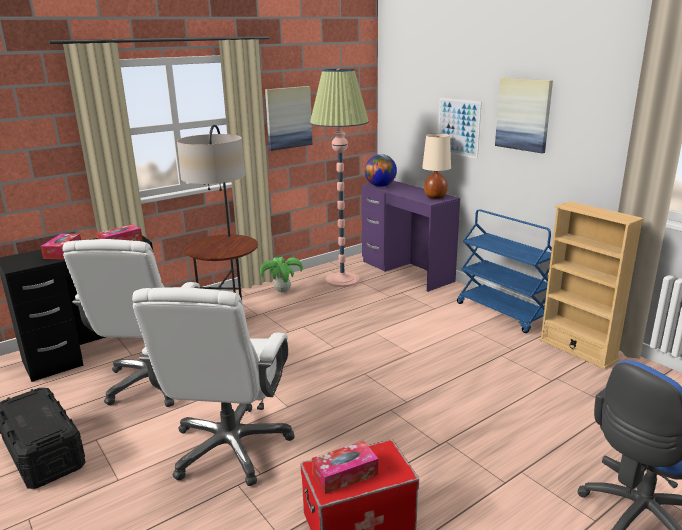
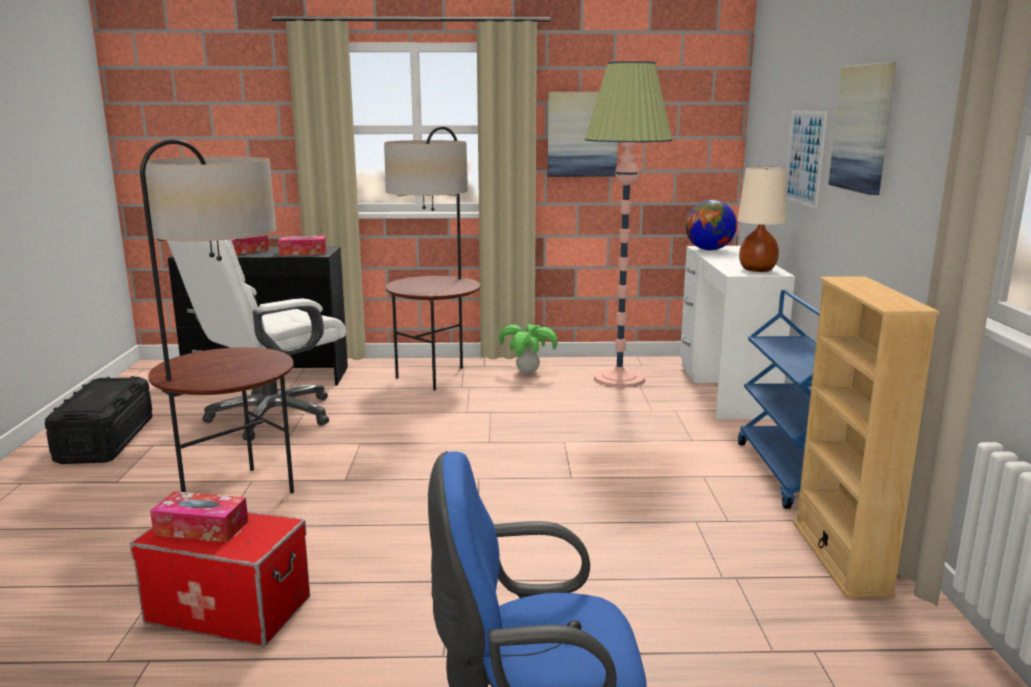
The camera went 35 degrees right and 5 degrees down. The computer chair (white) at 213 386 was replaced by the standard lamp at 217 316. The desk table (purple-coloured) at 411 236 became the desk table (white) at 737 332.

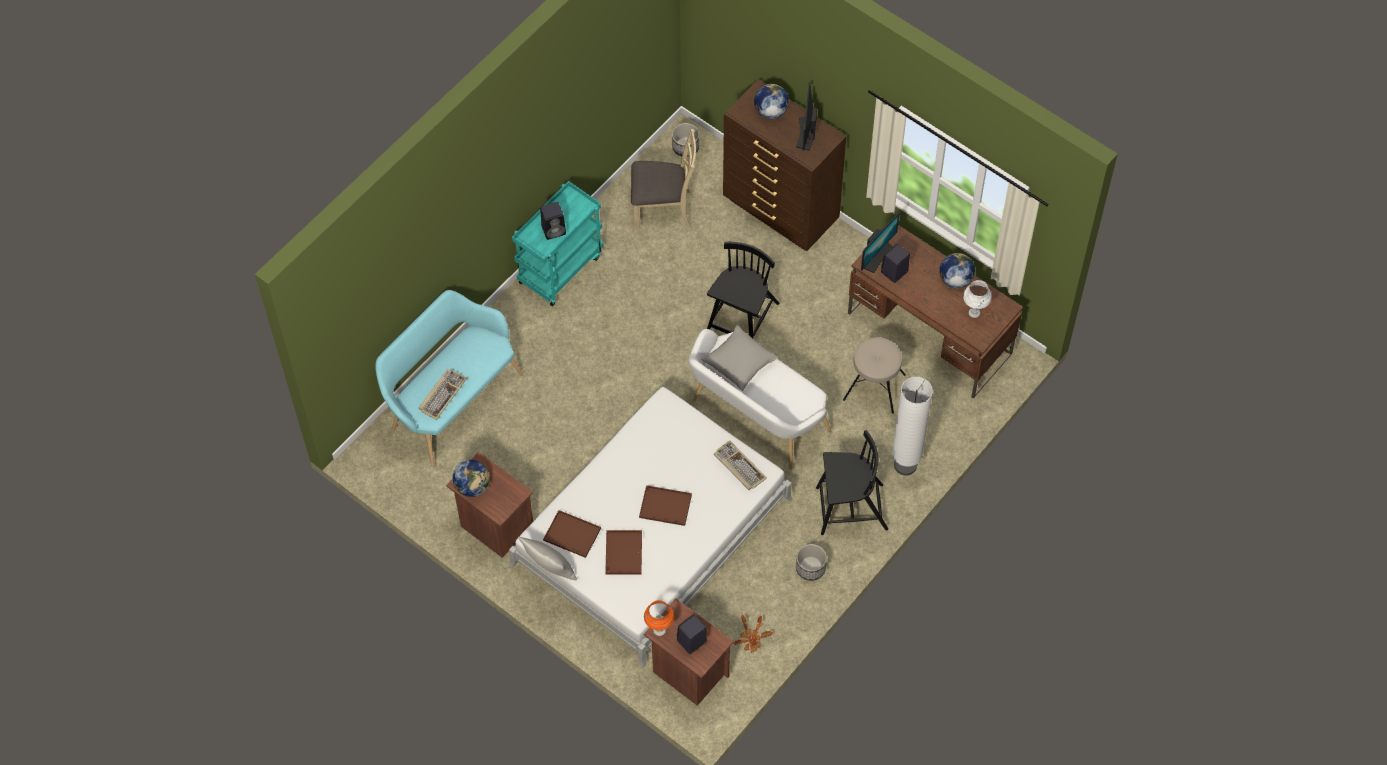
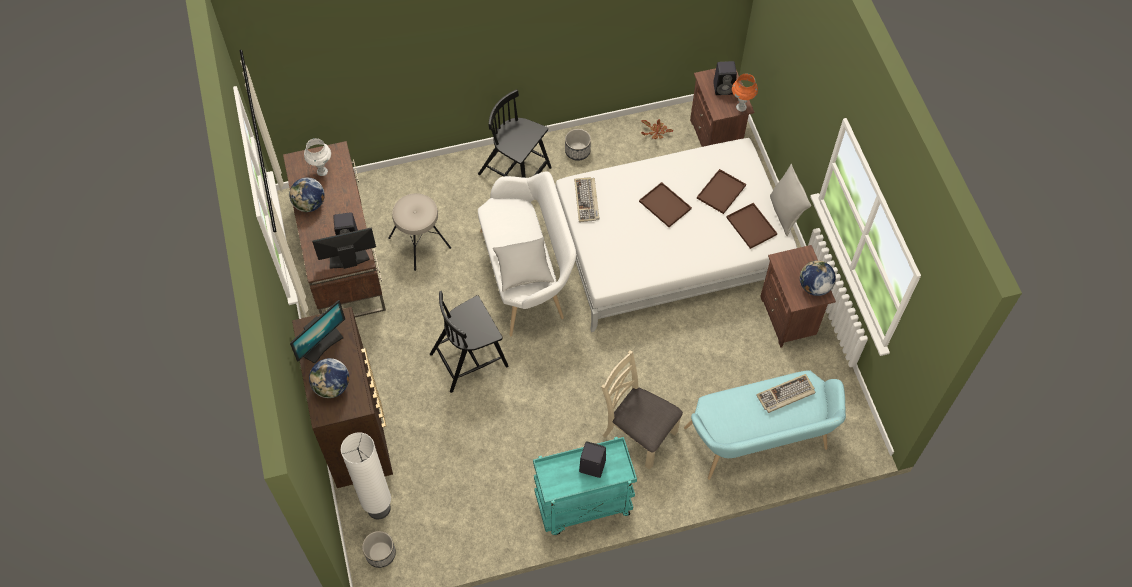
The camera went 145 degrees left and 0 degrees up. The standard lamp (white) moved from 912 426 to 366 475. The chair (beige-coloured) moved from 663 179 to 642 410.

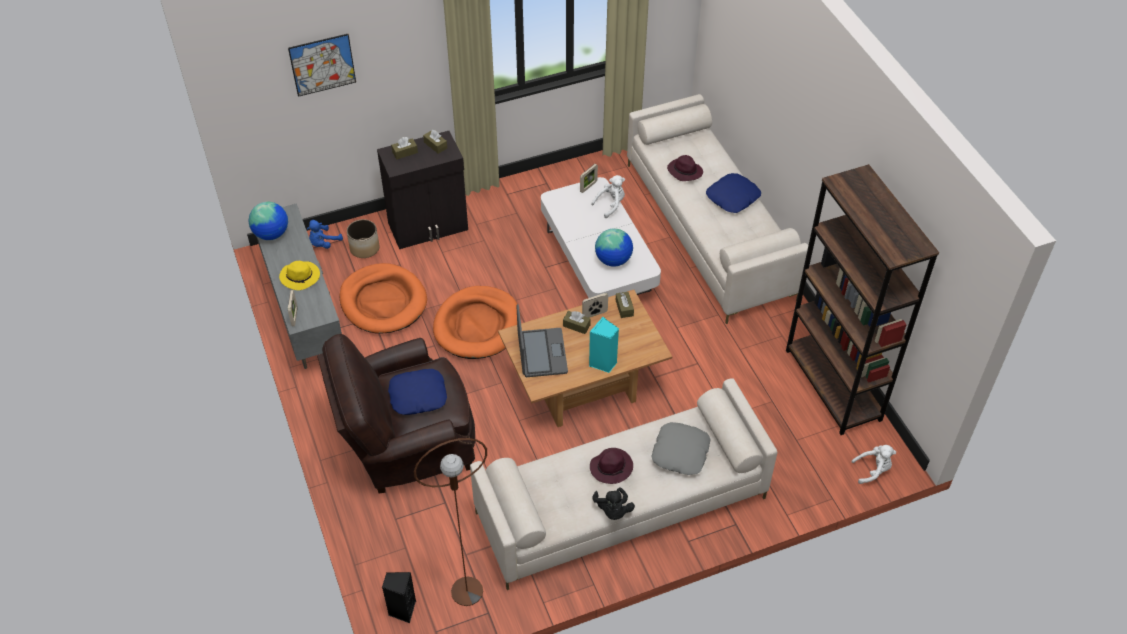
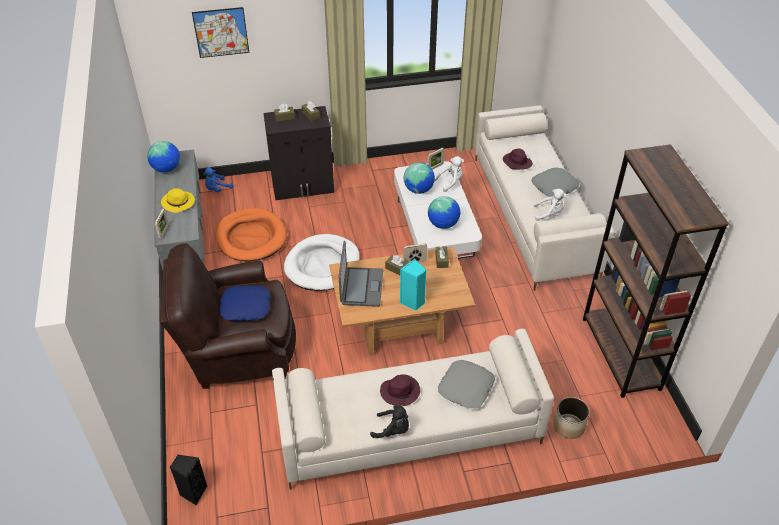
The camera went 10 degrees right and 5 degrees down. The dog bed (orange-coloured) at 477 322 became the dog bed (white) at 322 262. The plush toy (black-coloured) at 613 503 turned 75 degrees counterclockwise. The desk globe at 419 178 appeared. The throw pillow (bluish) at 733 193 became the throw pillow (gray) at 555 182. The plush toy (white) moved from 873 464 to 550 205. The plant pot moved from 363 238 to 571 418. The standard lamp (brownish) at 450 522 disappeared.

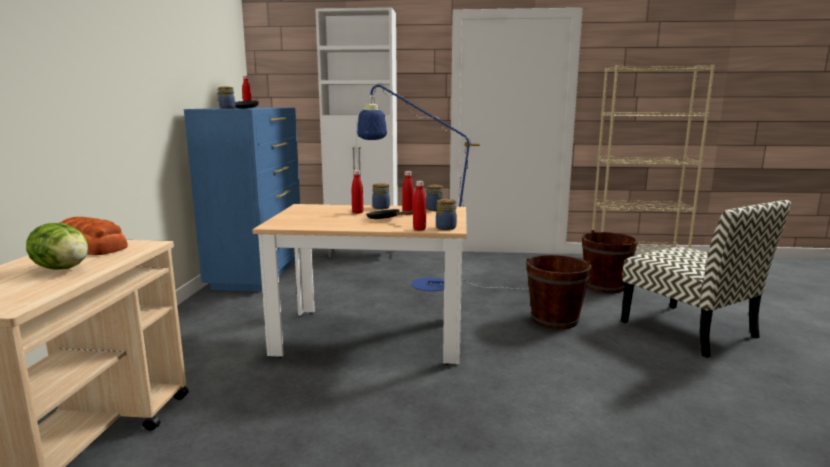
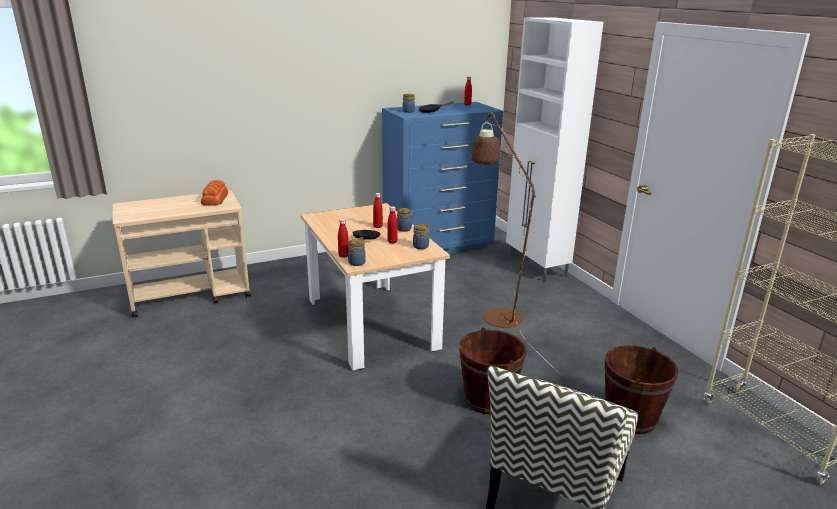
The camera went 60 degrees right and 10 degrees up. The standard lamp (bluish) at 440 187 became the standard lamp (brownish) at 518 245. The lettuce at 57 246 disappeared.

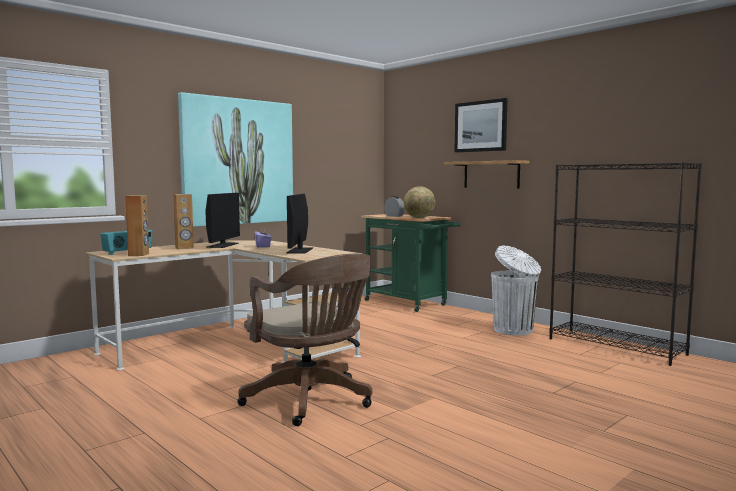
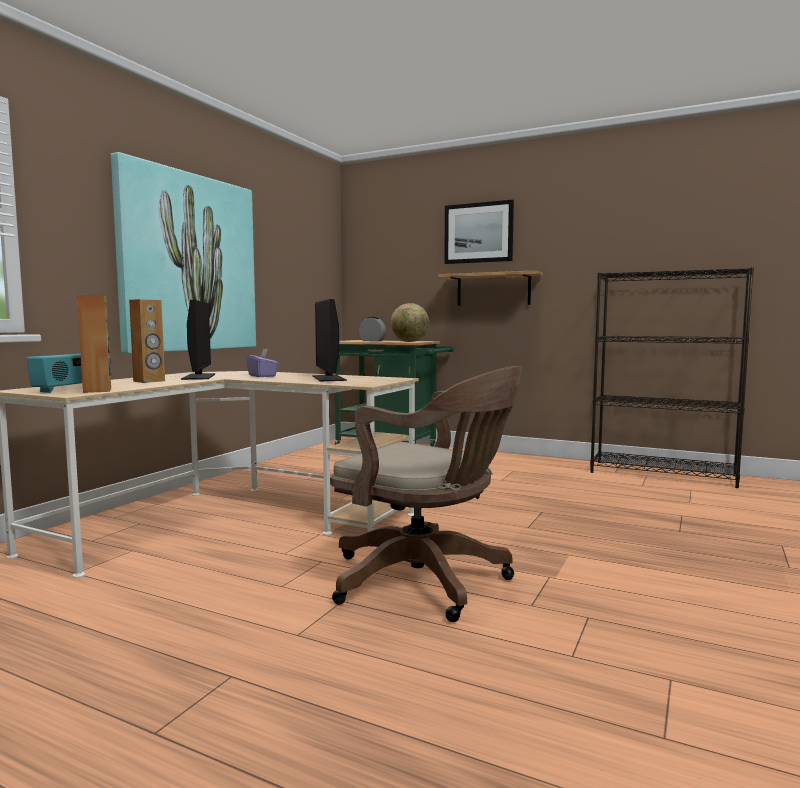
The camera went 20 degrees left and 0 degrees up. The rubbish bin (white) at 516 290 disappeared.

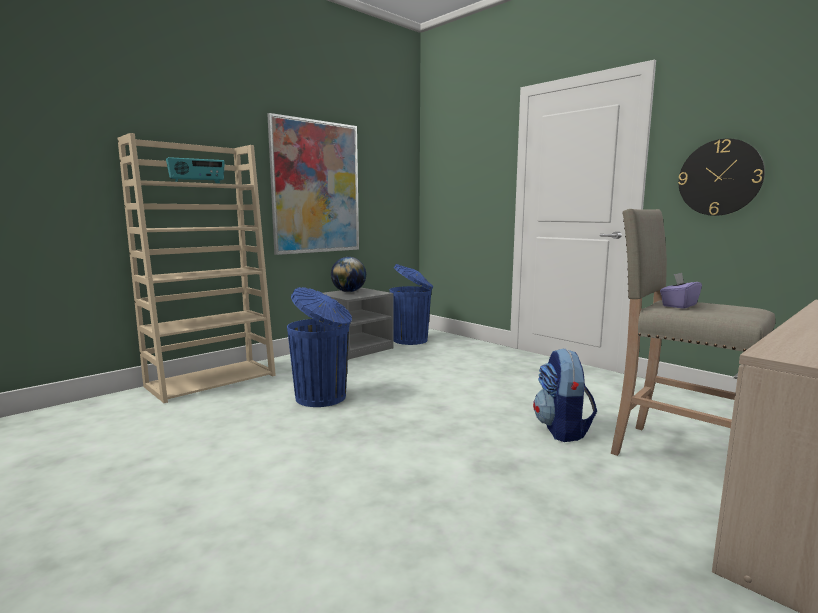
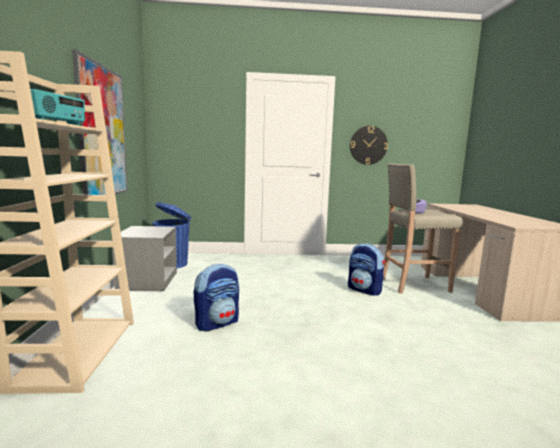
The camera went 50 degrees left and 0 degrees up. The rubbish bin (bluish) at 319 347 was replaced by the knapsack at 216 297. The desk globe at 348 274 disappeared.

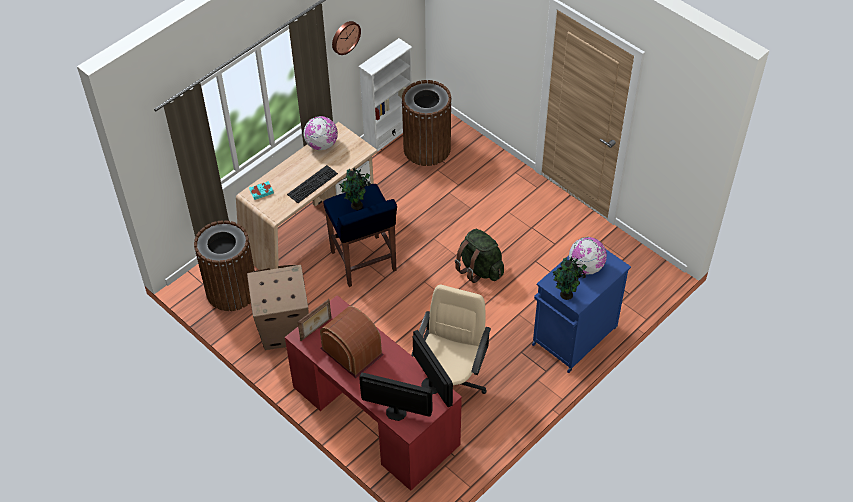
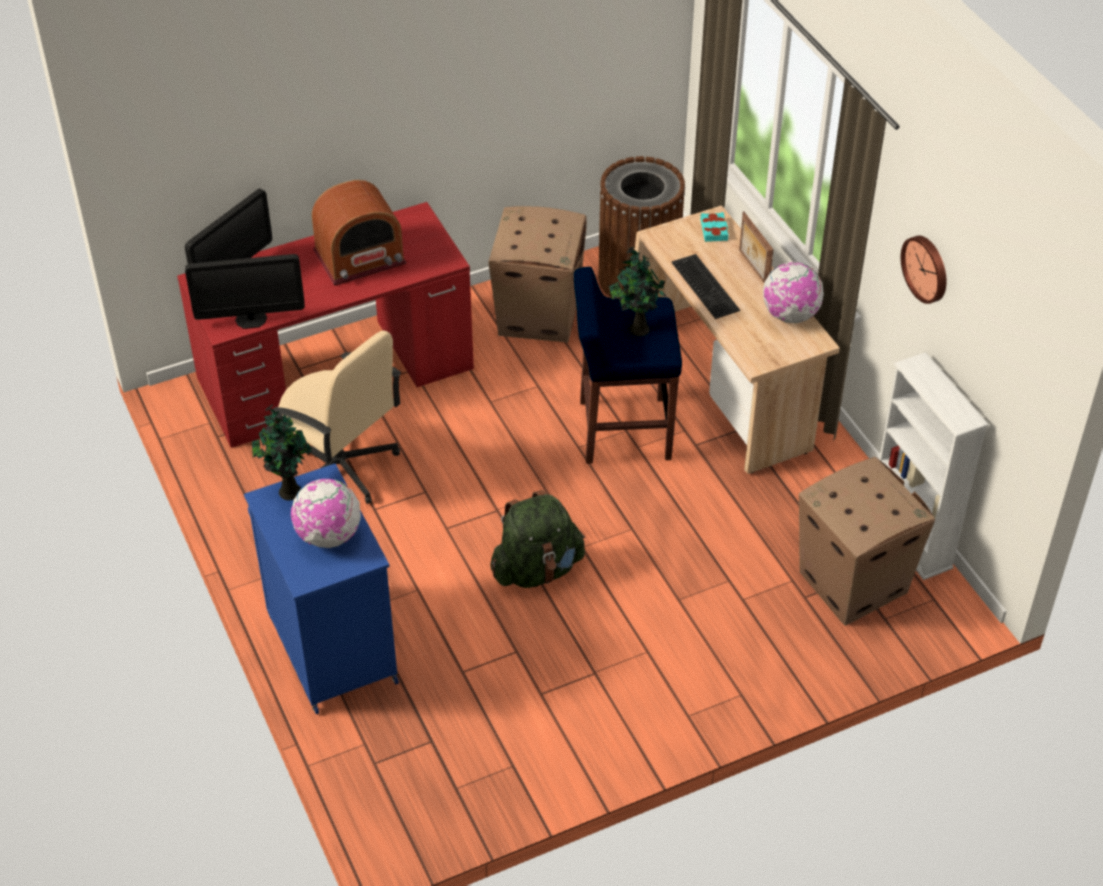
The camera went 110 degrees right and 5 degrees down. The standing frame moved from 315 320 to 756 246. The rubbish bin (brownish) at 426 123 was replaced by the carton at 867 541.

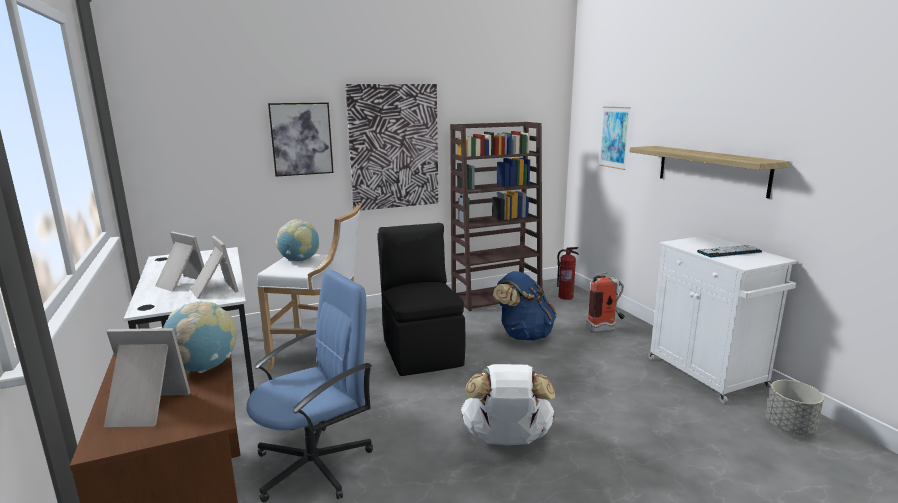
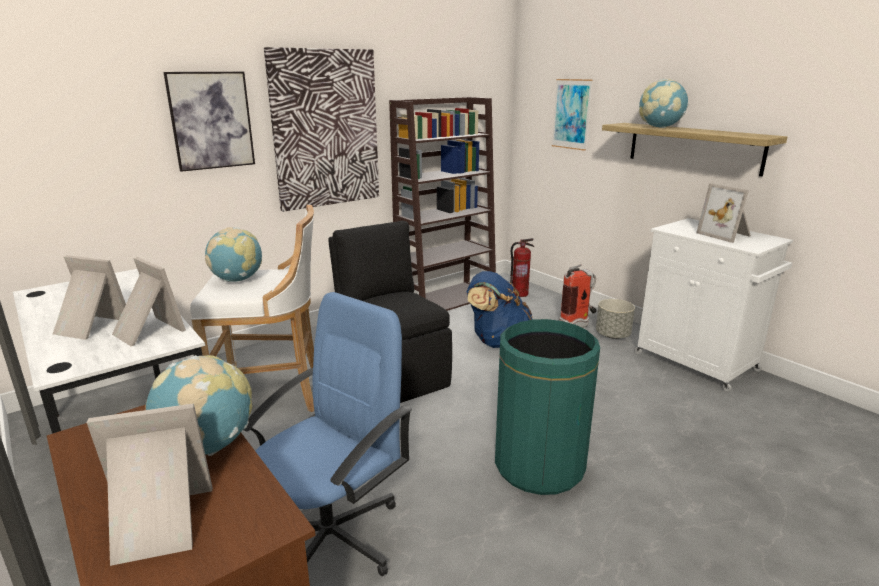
The camera went 15 degrees left and 5 degrees up. The knapsack (white) at 508 404 was replaced by the rubbish bin (greenish) at 547 407. The plant pot (gray) moved from 795 407 to 615 319. The desk globe at 663 103 appeared. The PC keyboard at 729 251 was replaced by the standing frame at 723 213.

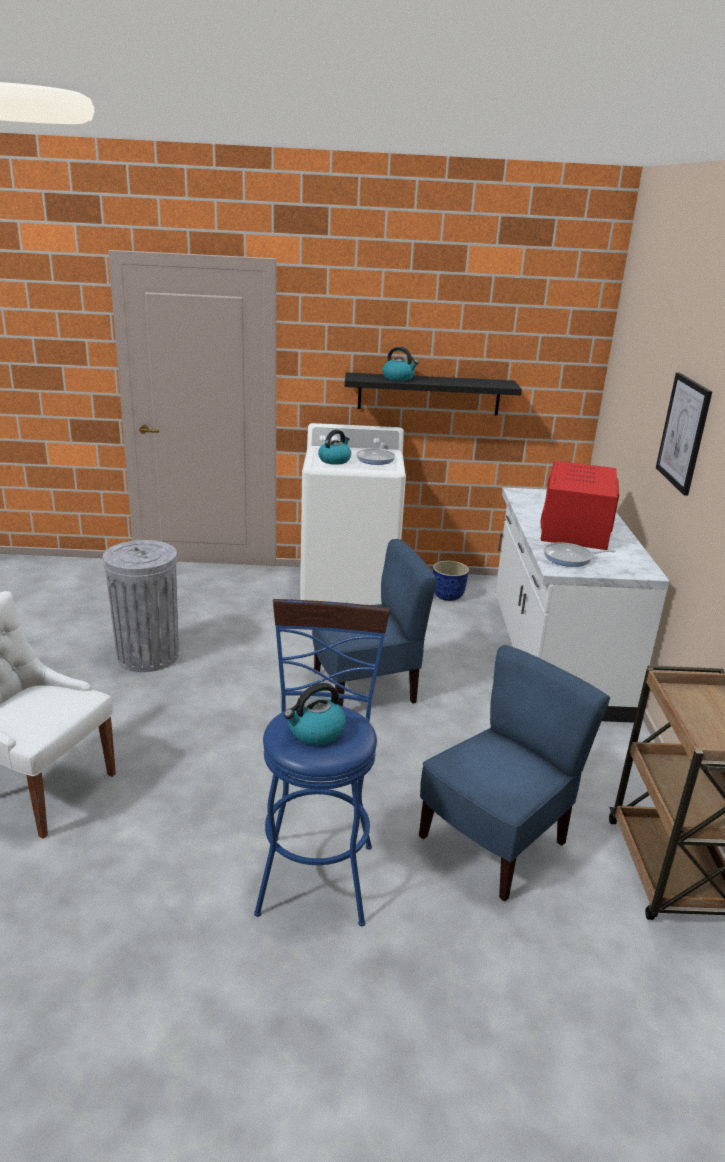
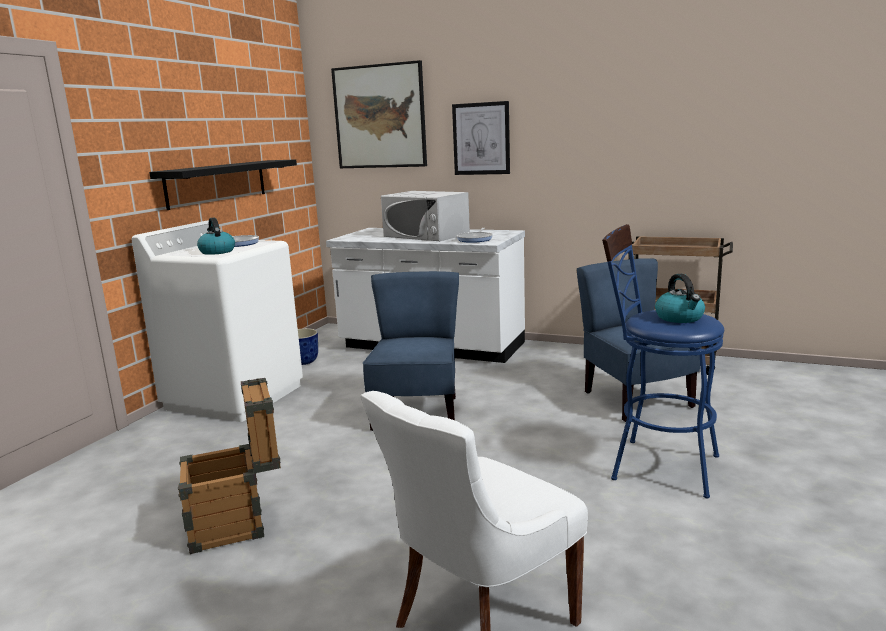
The camera went 65 degrees left and 10 degrees down. The rubbish bin (gray) at 141 606 was replaced by the shipping crate at 229 466. The wall picture at 379 114 appeared. The microwave (red-coloured) at 579 505 became the microwave (white) at 425 216. The tea kettle at 401 364 disappeared.

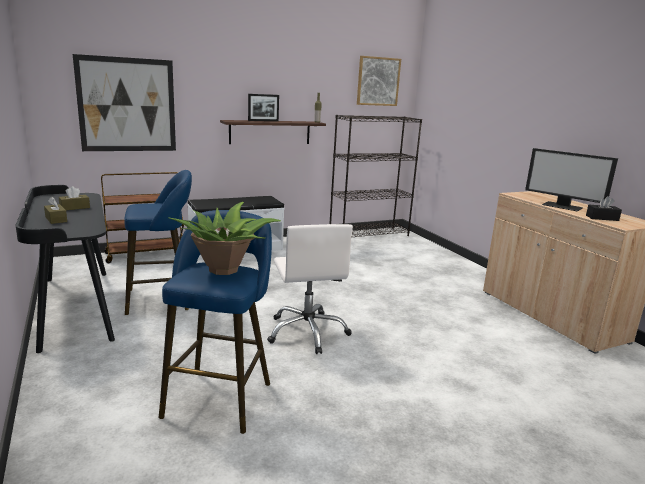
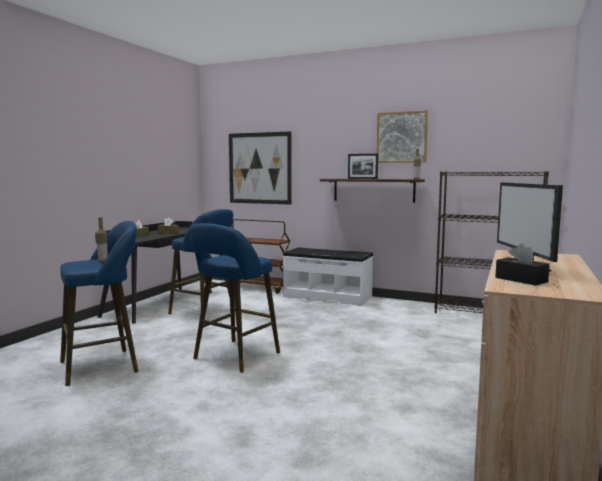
The camera went 50 degrees right and 10 degrees down. The houseplant at 225 238 was replaced by the bottle at 102 239. The computer chair (white) at 310 289 was replaced by the stool (bluish) at 234 298. The wall picture moved from 379 81 to 402 136.

